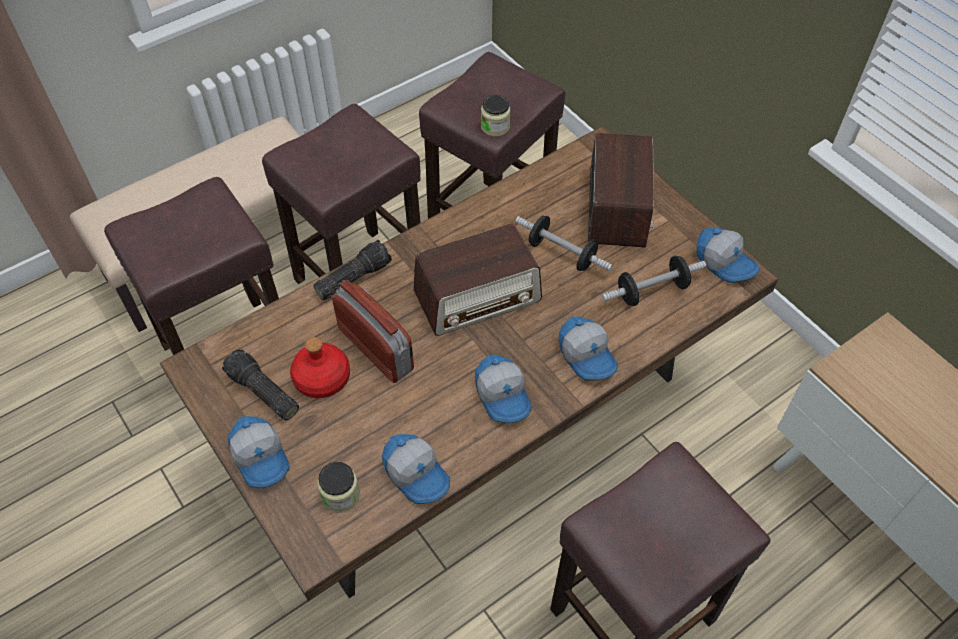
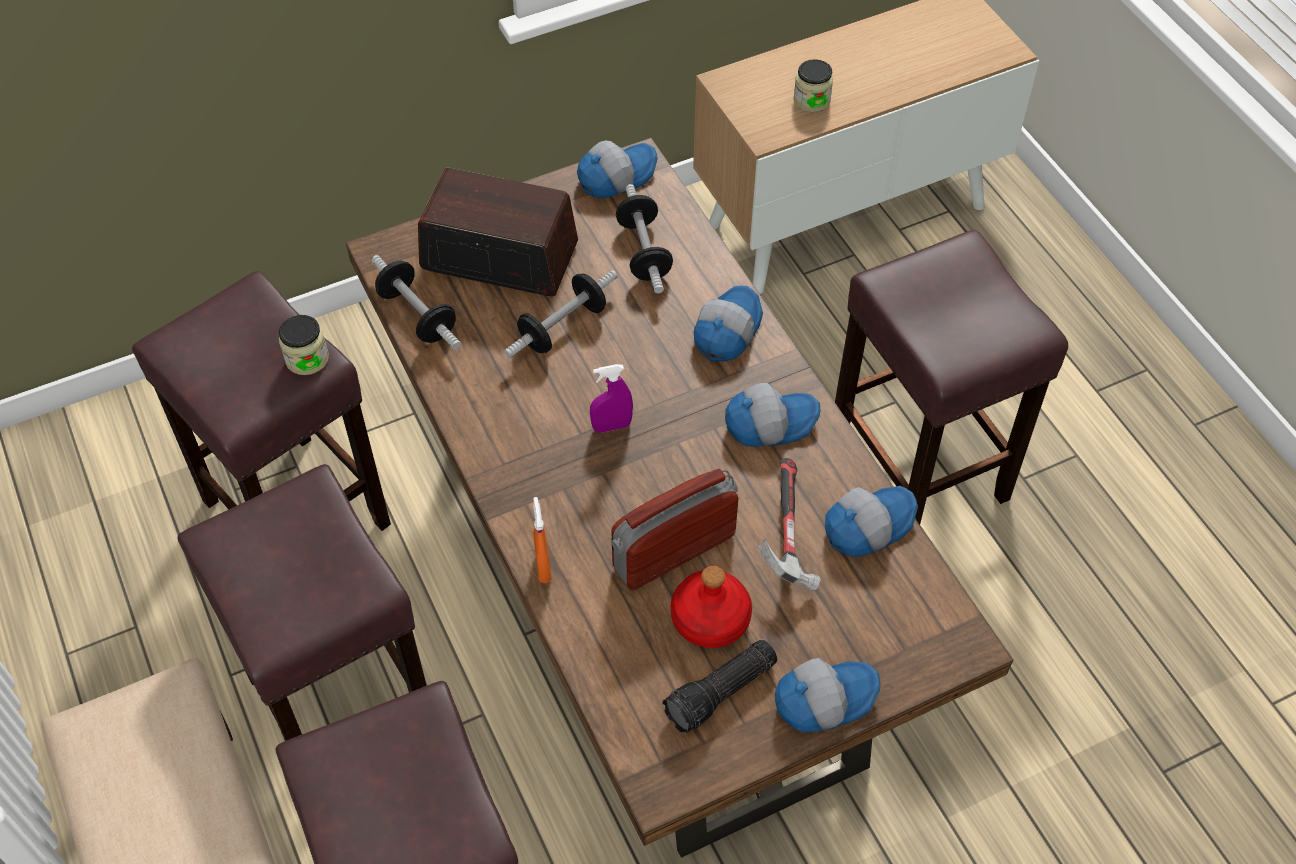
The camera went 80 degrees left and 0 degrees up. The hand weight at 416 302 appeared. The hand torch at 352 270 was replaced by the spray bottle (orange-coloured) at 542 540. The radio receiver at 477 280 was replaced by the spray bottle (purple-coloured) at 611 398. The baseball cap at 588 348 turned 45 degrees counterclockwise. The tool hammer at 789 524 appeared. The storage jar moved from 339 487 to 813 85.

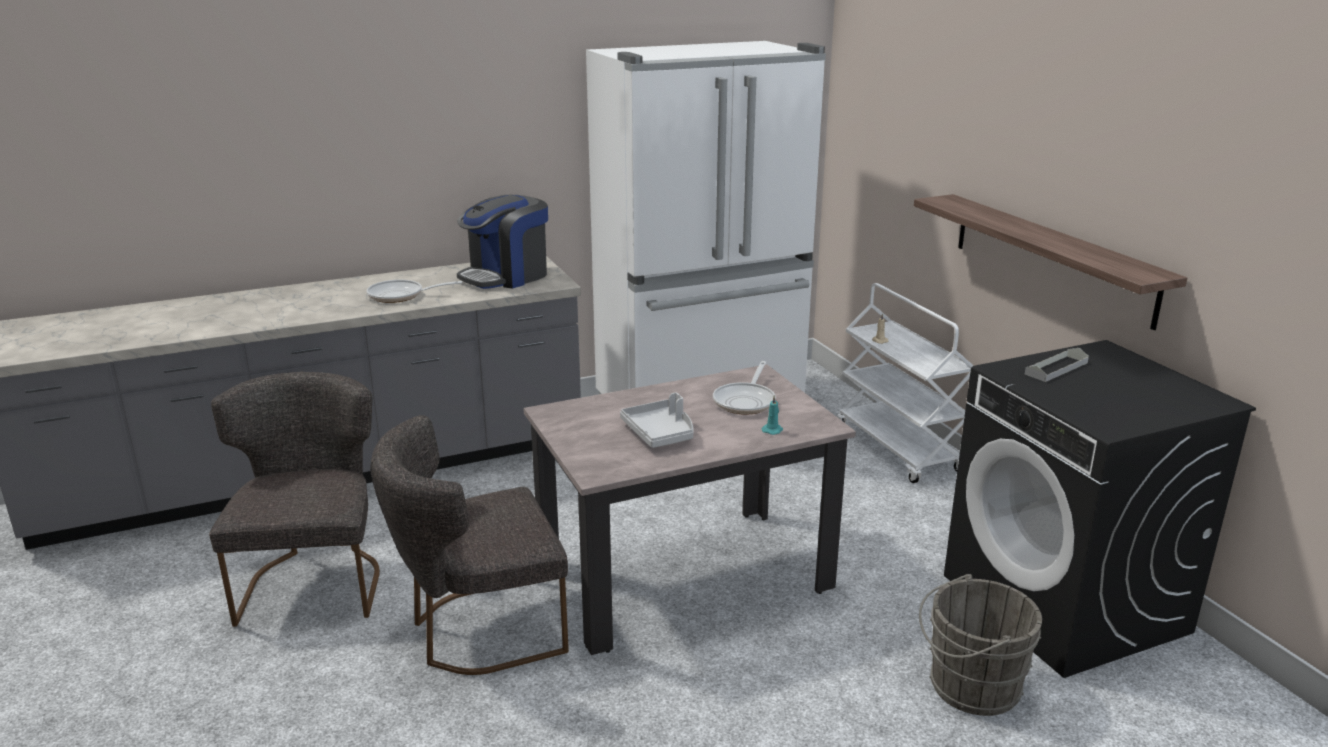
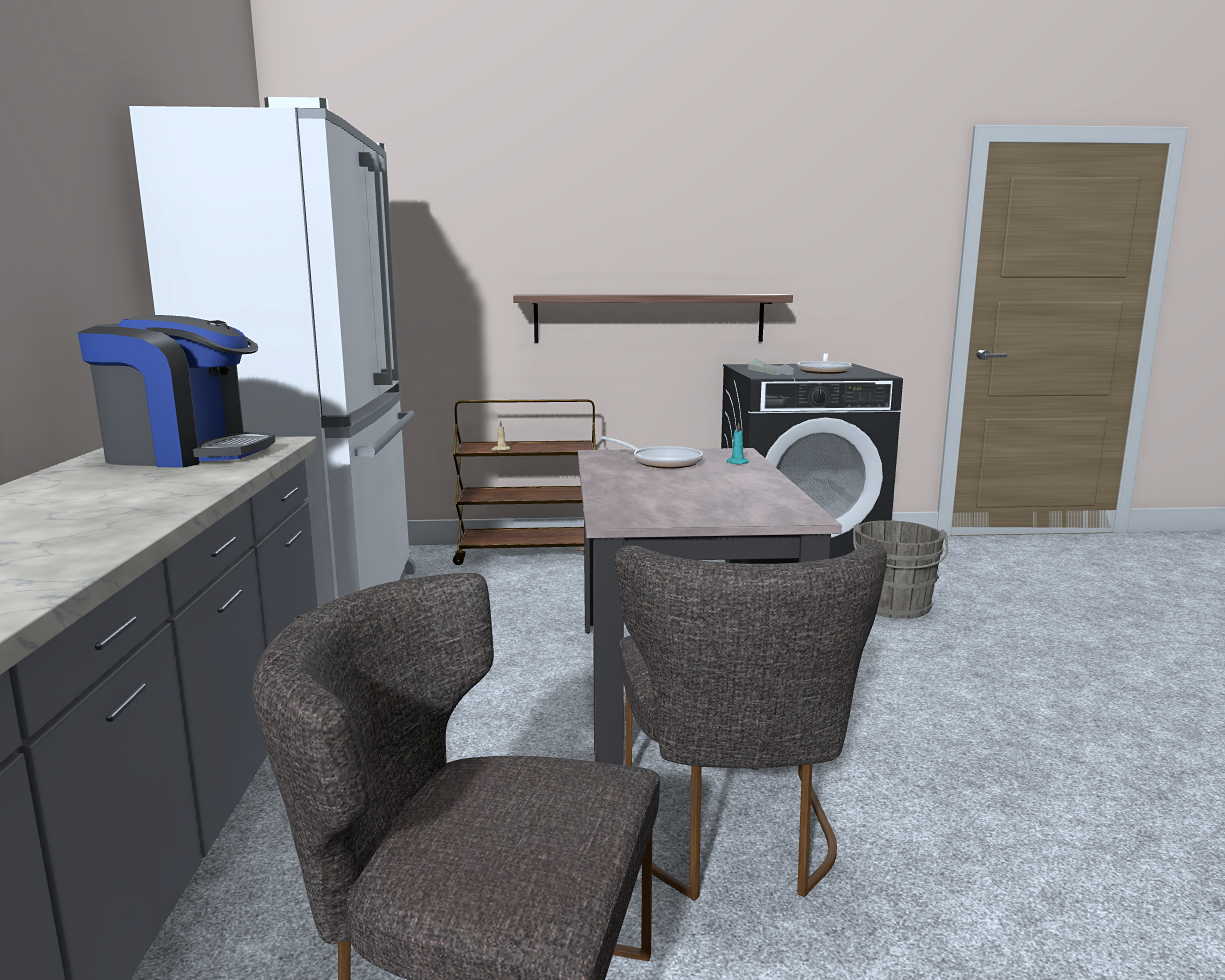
The camera went 70 degrees left and 10 degrees down. The coffee machine at 502 242 turned 60 degrees counterclockwise. The wheeled cart (white) at 905 383 became the wheeled cart (brownish) at 524 482. The pan moved from 414 291 to 824 363. The serving tray (gray) at 657 420 disappeared.

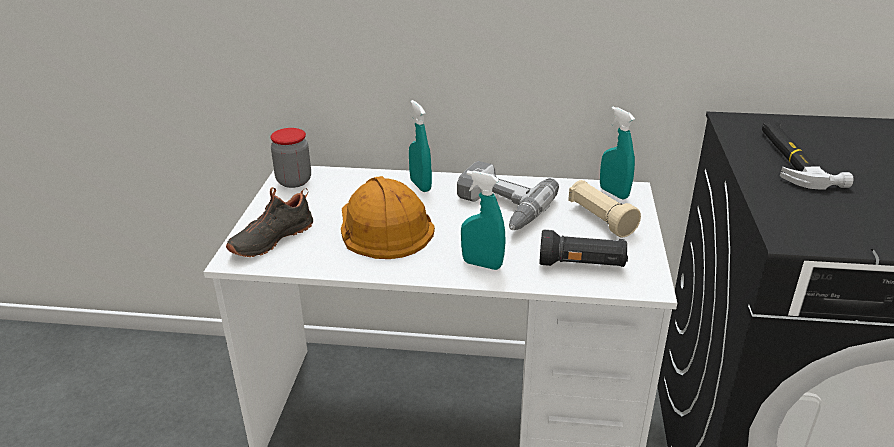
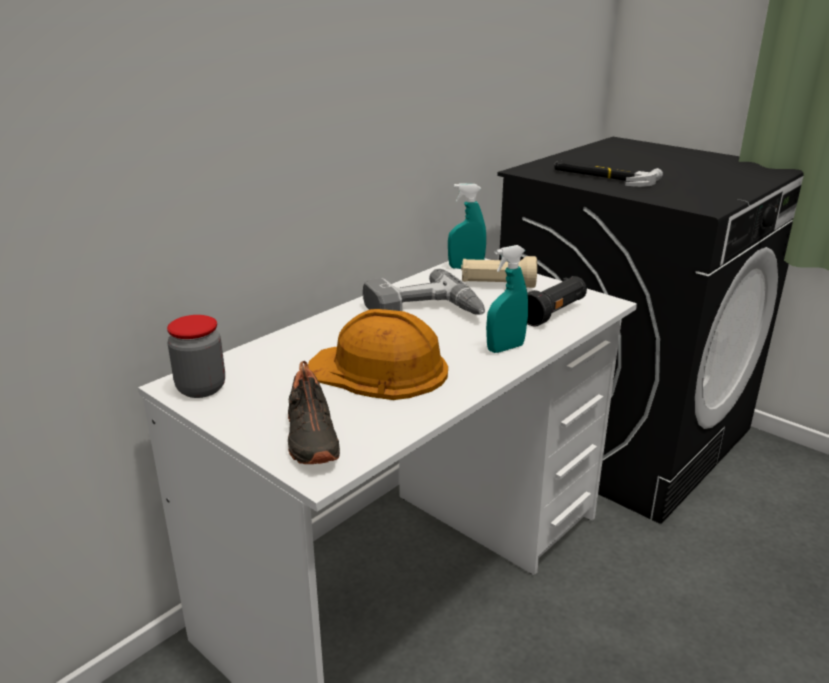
The camera went 55 degrees left and 5 degrees down. The spray bottle (turquoise) at 420 146 disappeared.

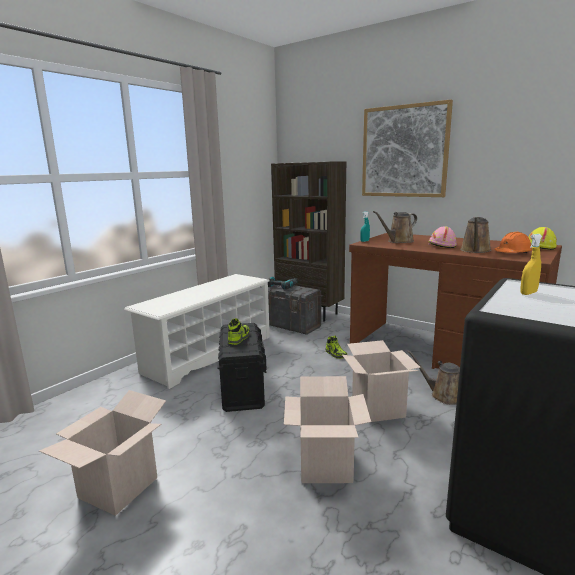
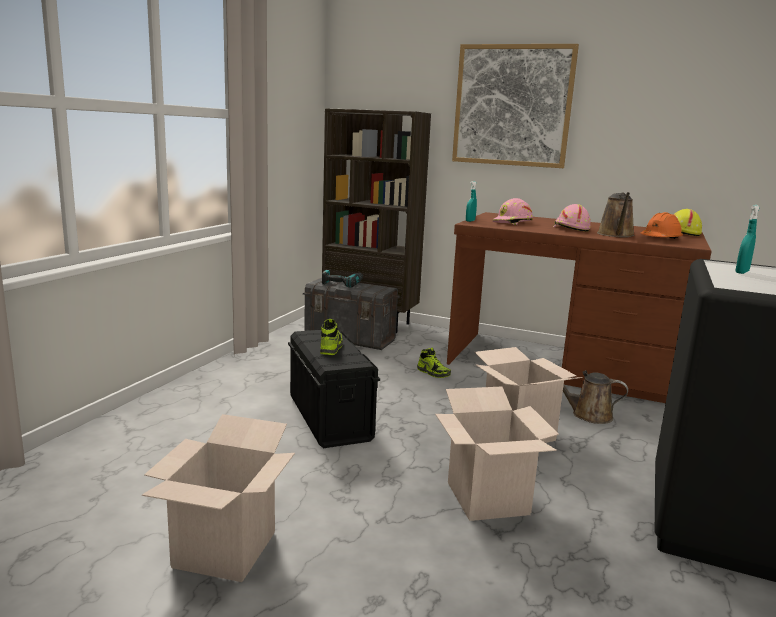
The camera went 15 degrees left and 0 degrees up. The watering pot (brownish) at 395 227 was replaced by the work helmet (pink-coloured) at 512 211. The spray bottle (yellow-coloured) at 531 264 became the spray bottle (turquoise) at 747 239. The shoe stand (white) at 197 331 disappeared.

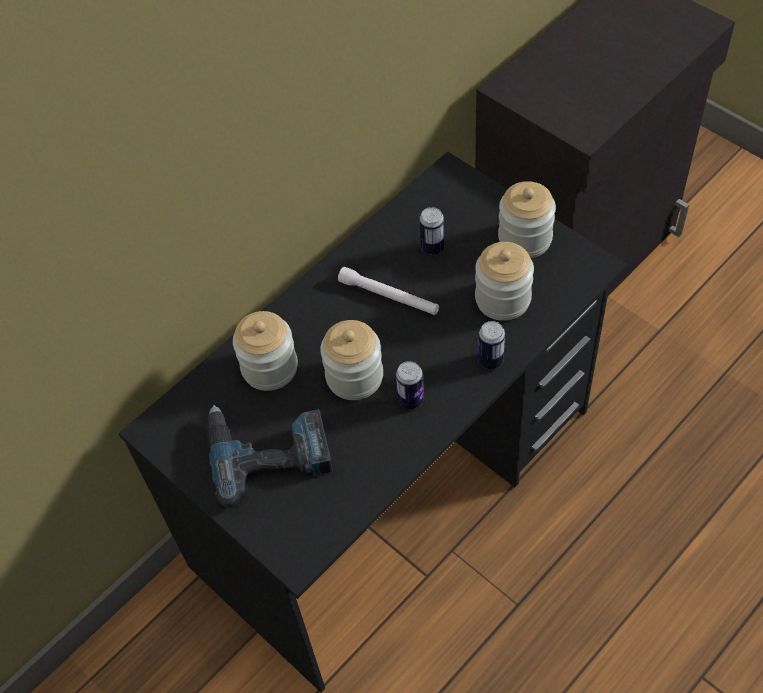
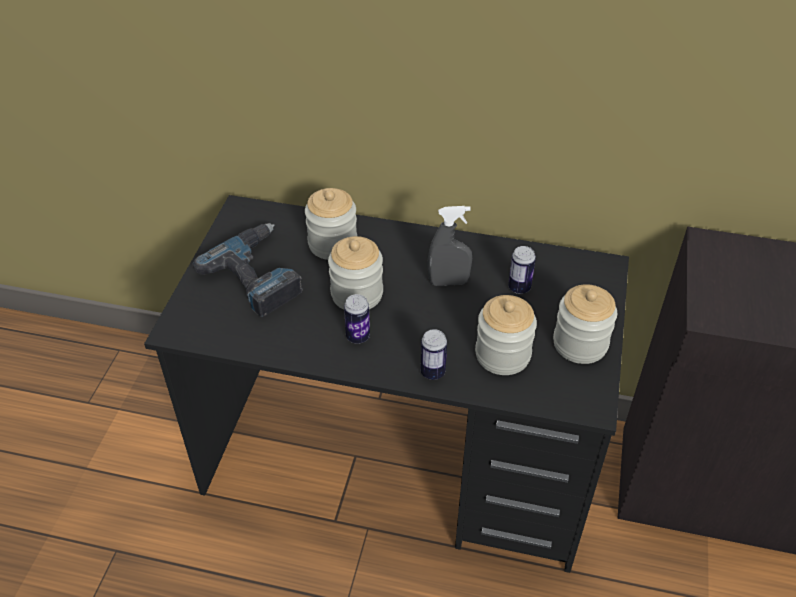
The camera went 55 degrees right and 10 degrees down. The hand torch (white) at 388 291 was replaced by the spray bottle (gray) at 450 246.

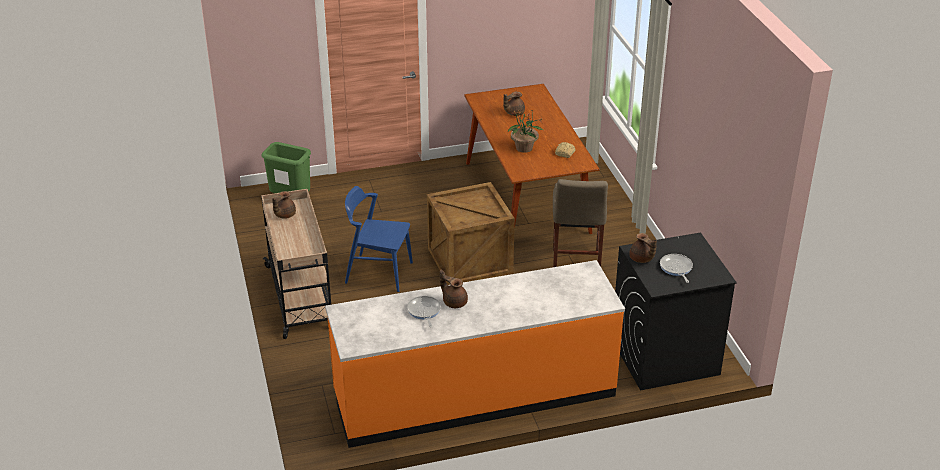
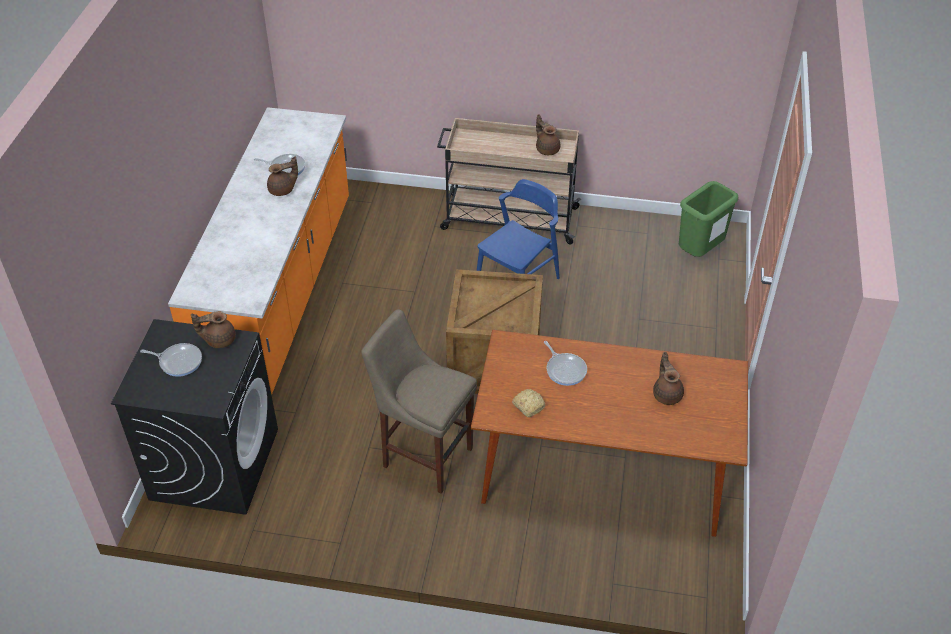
The camera went 115 degrees right and 10 degrees up. The houseplant at 525 131 was replaced by the pan at 565 363.

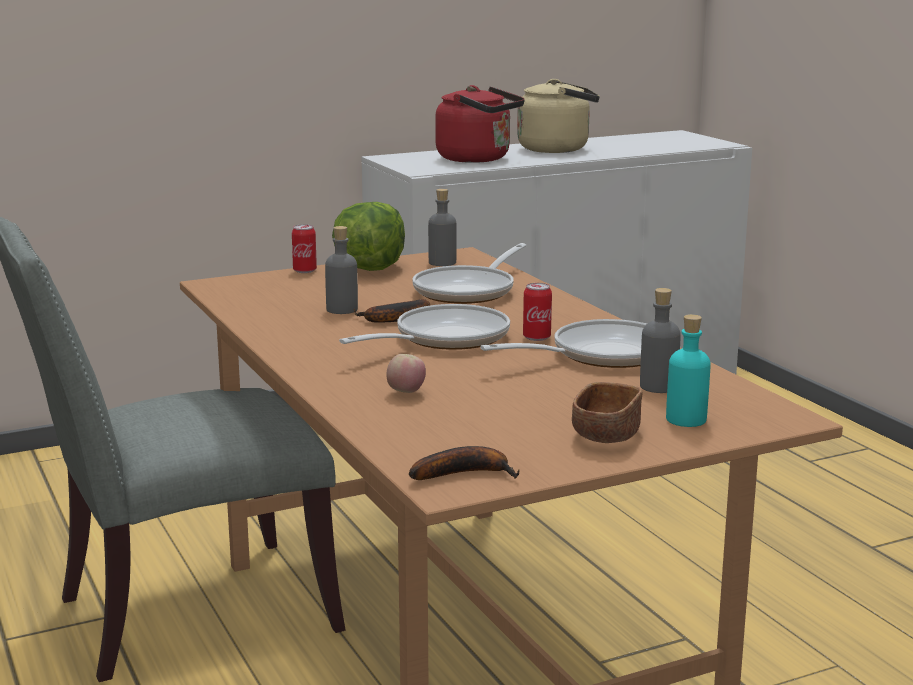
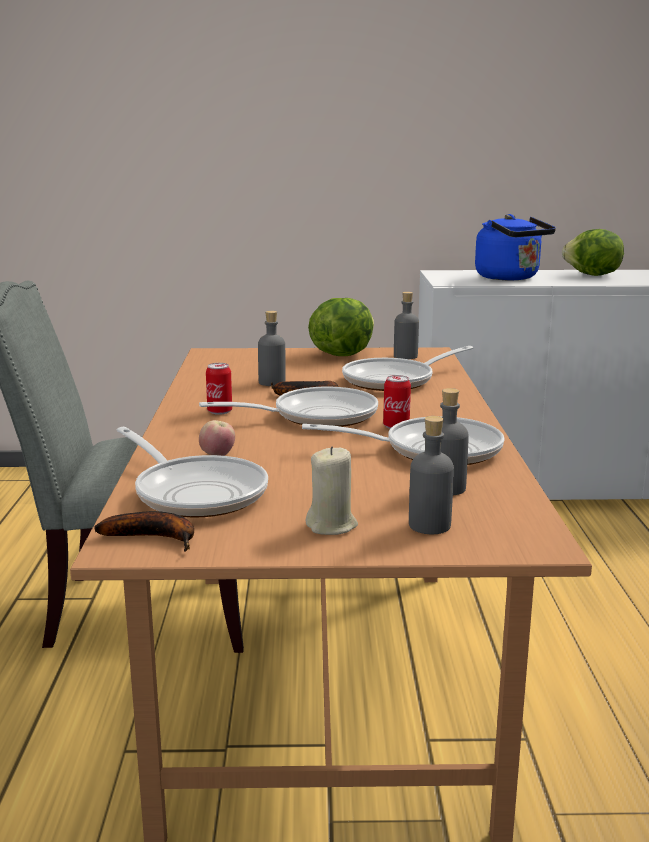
The camera went 25 degrees right and 0 degrees up. The pan at 192 472 appeared. The can moved from 304 248 to 219 389. The bowl (brownish) at 607 412 was replaced by the wax light (beige-coloured) at 332 490. The bottle (turquoise) at 688 370 became the bottle (gray) at 431 475. The tea kettle (red-coloured) at 480 124 became the tea kettle (bluish) at 515 247. The tea kettle (beige-coloured) at 558 116 was replaced by the lettuce at 593 252.

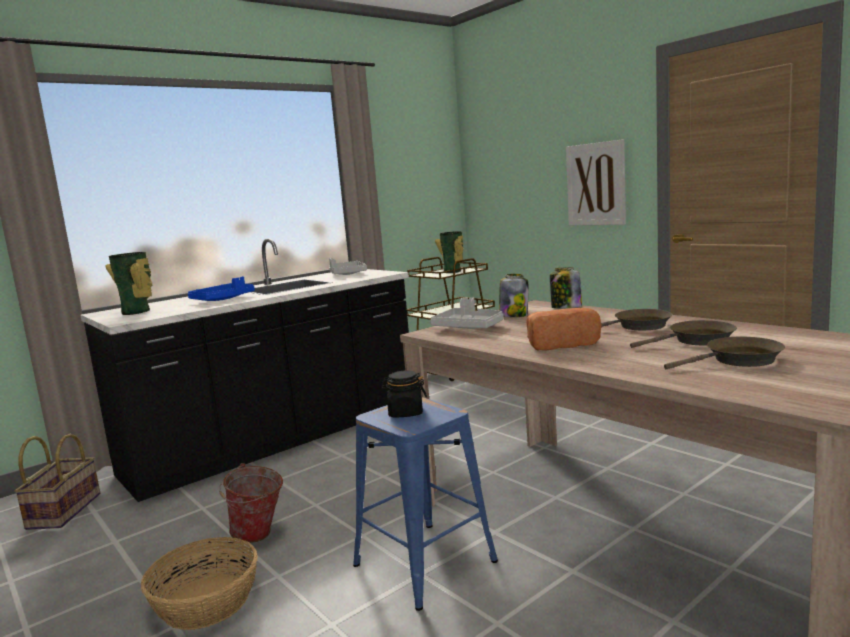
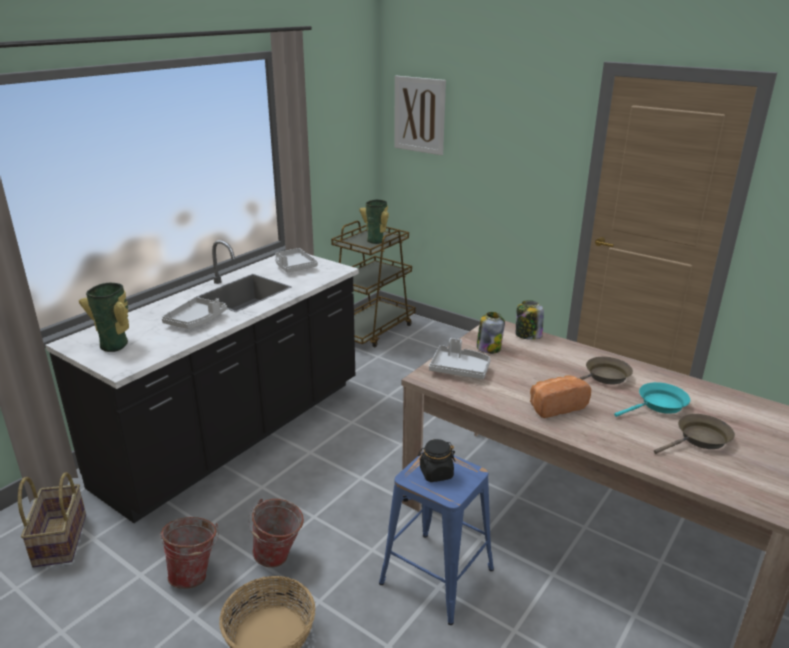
The camera went 15 degrees left and 15 degrees up. The bucket at 189 553 appeared. The serving tray (bluish) at 221 288 became the serving tray (gray) at 194 313. The wall picture moved from 596 182 to 420 115. The pan (brownish) at 683 334 became the pan (turquoise) at 652 399.

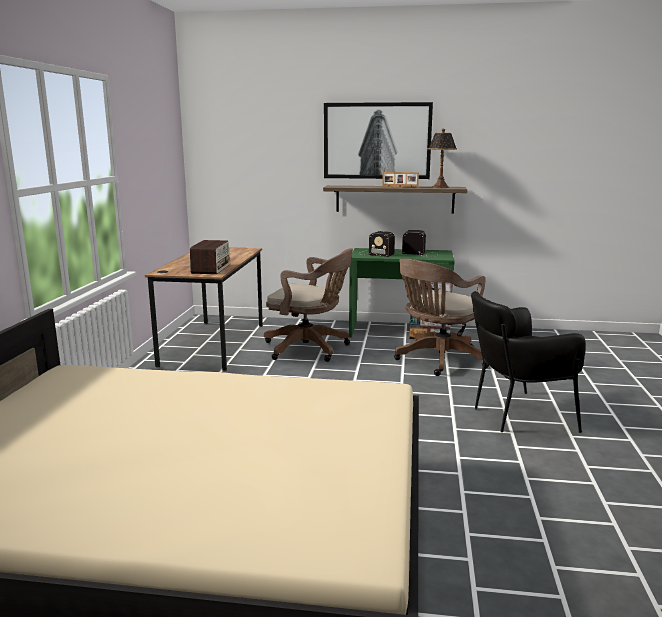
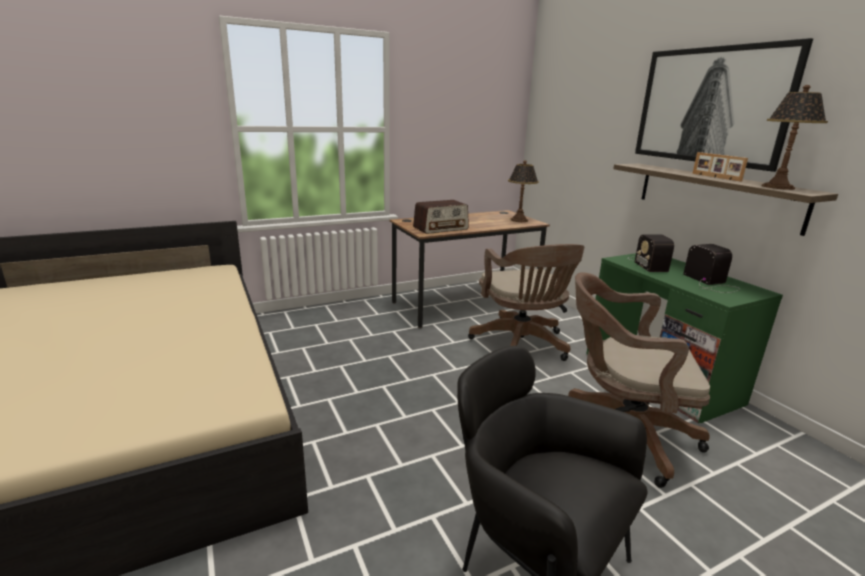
The camera went 55 degrees right and 5 degrees up. The lamp for a table at 523 191 appeared.

